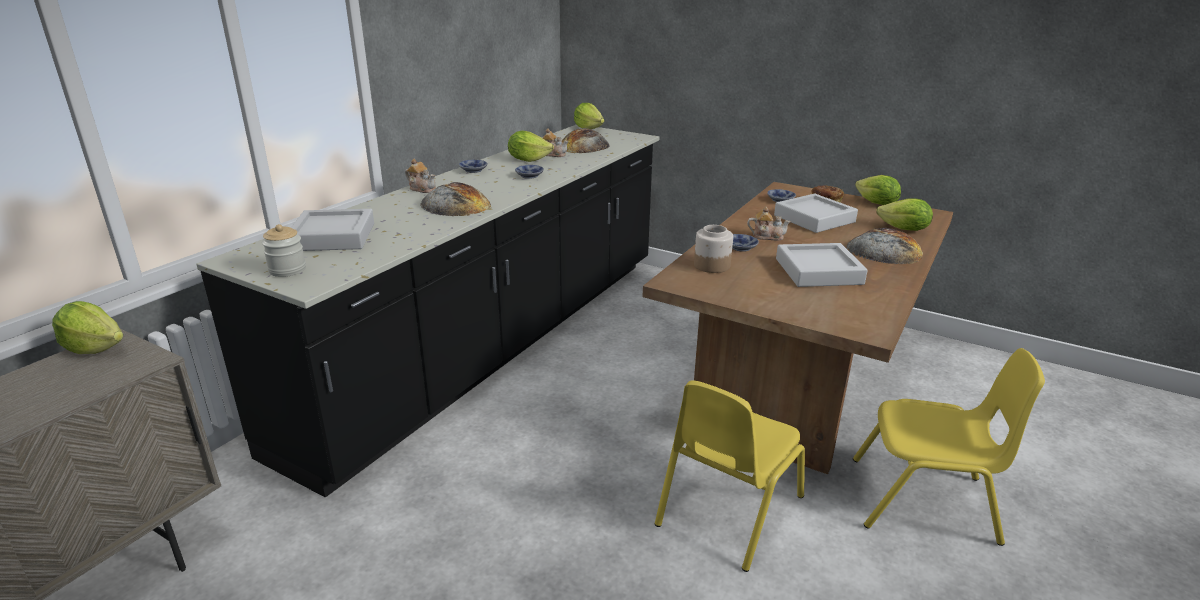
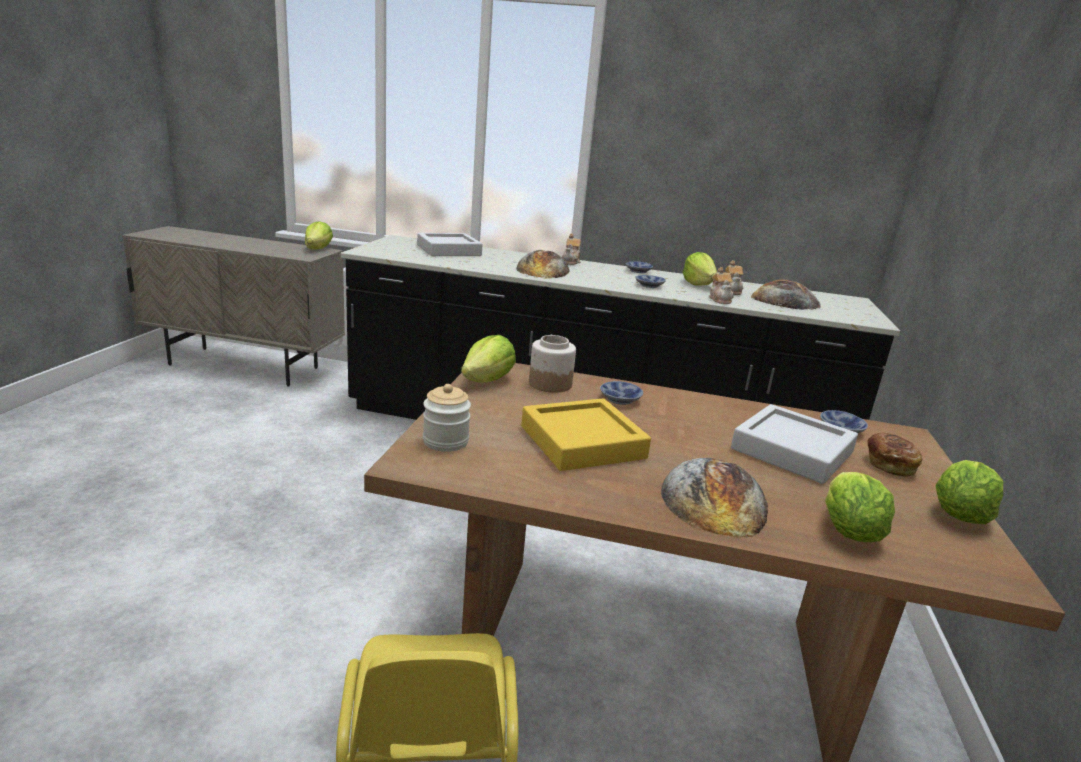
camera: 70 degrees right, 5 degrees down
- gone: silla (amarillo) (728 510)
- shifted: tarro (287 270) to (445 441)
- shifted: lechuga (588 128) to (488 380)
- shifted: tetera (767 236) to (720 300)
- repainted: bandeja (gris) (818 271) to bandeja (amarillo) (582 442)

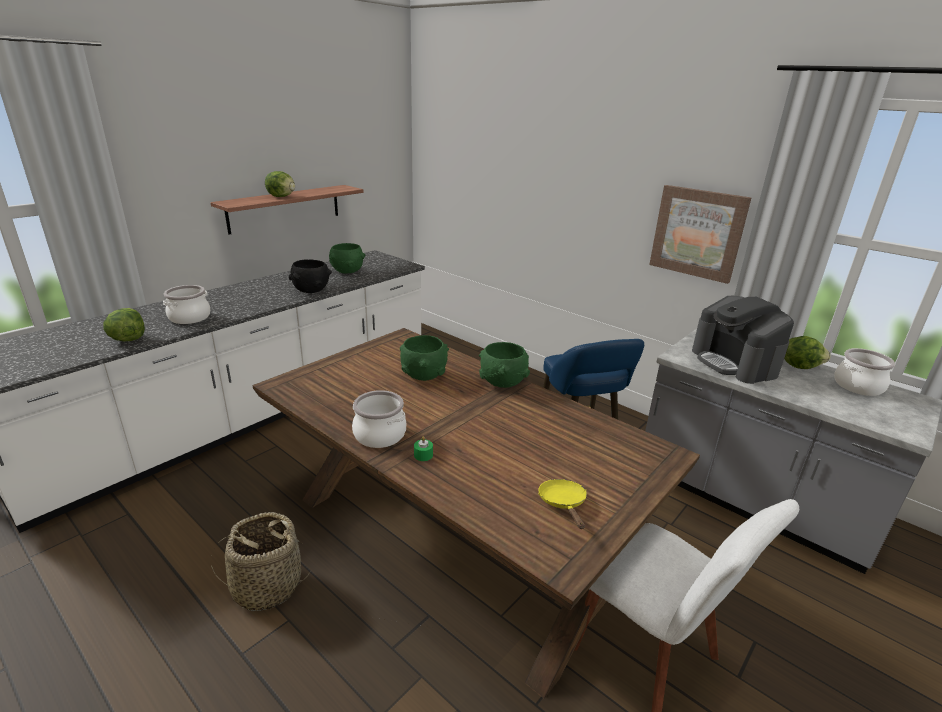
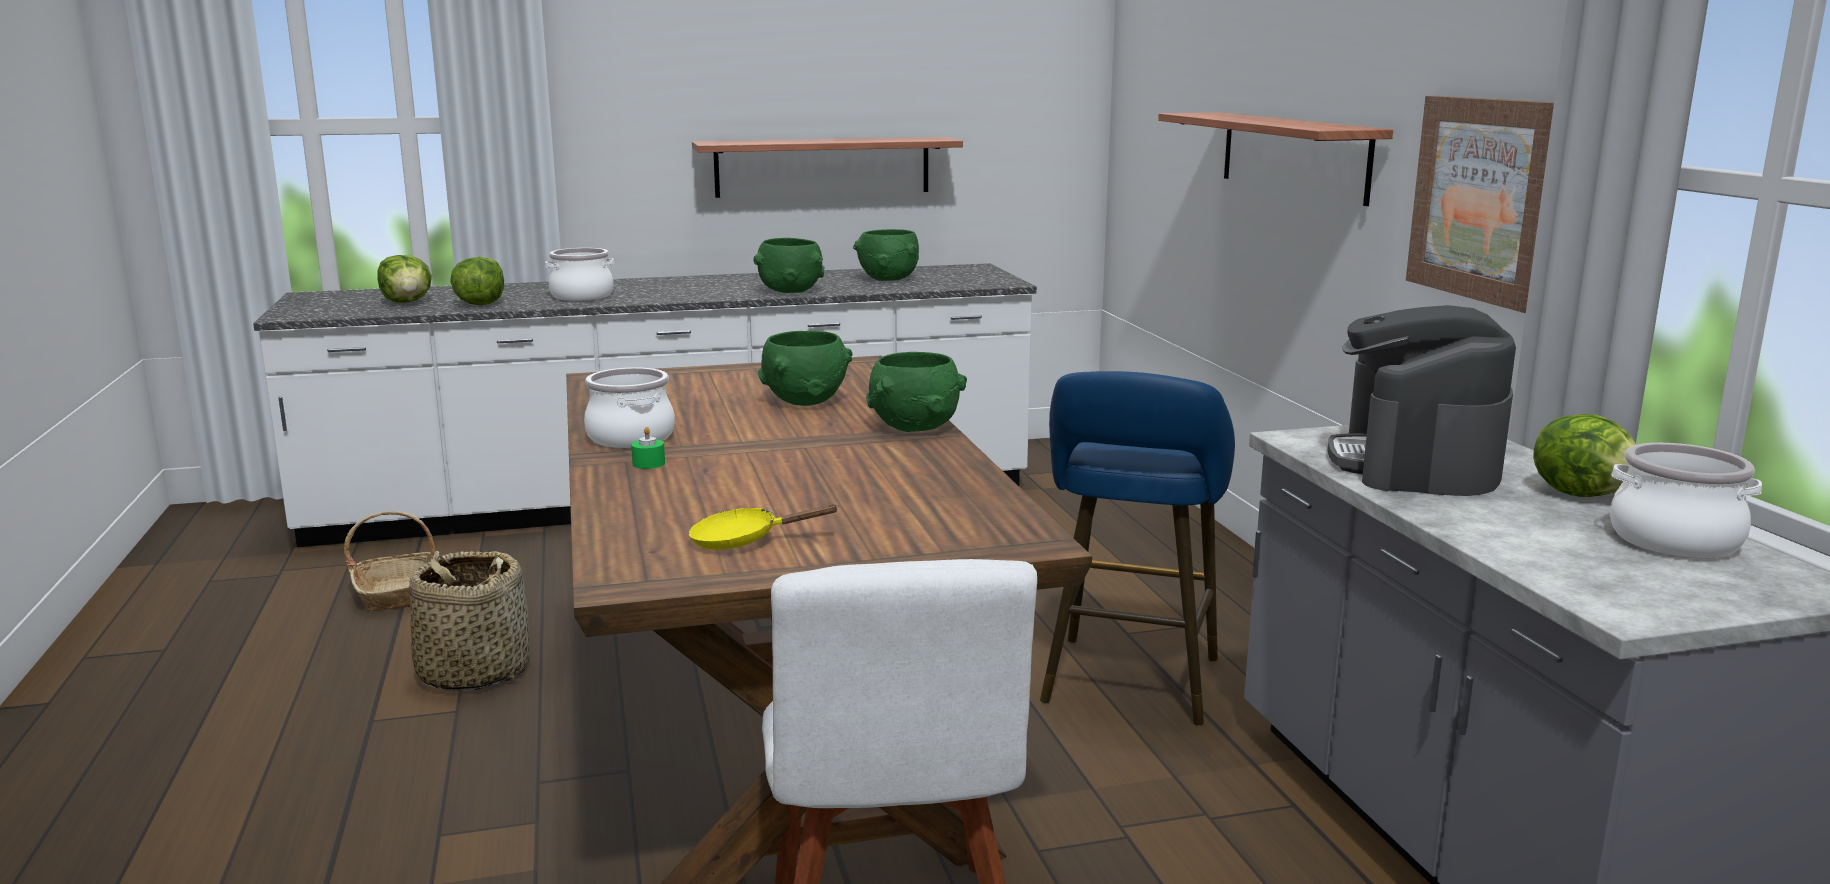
camera: 35 degrees right, 10 degrees down
- new: cesta (398 593)
- new: estante (1293 155)
- shifted: lechuga (282 196) to (407 302)
- repainted: cuenco (negro) (311 291) to cuenco (verde) (790 291)
- rotated: sartén (amarillo) (563 503) = (743 540) 120 degrees counterclockwise

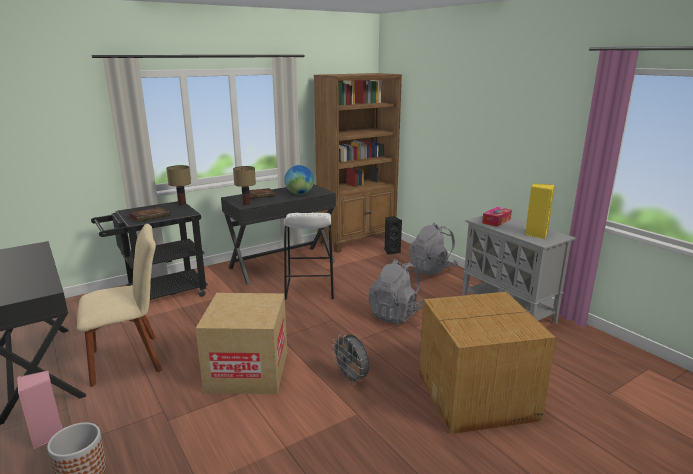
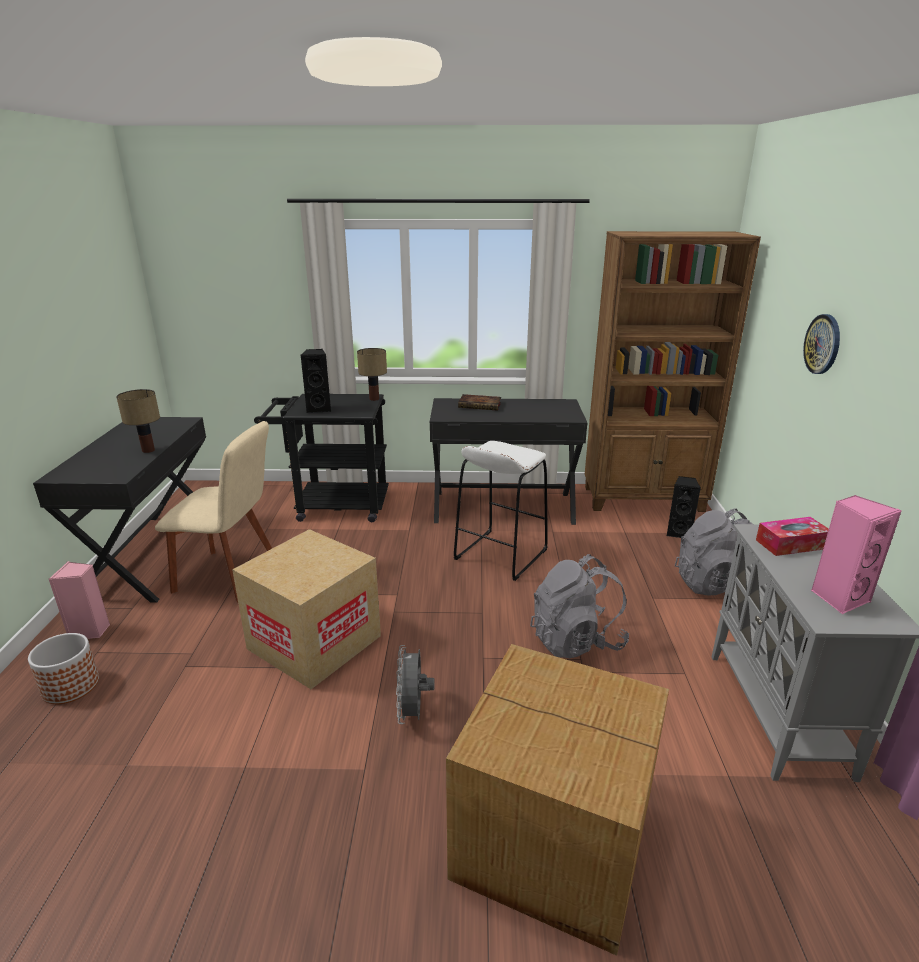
camera: 35 degrees right, 5 degrees up
- gone: globo terráqueo (299 194)
- new: reloj de pared (823 344)
- shifted: lámpara de mesa (246 203) to (149 450)
- swapped: libro (150 216) to altavoz (negro) (319 409)
- repainted: altavoz (amarillo) (536 234) to altavoz (rosa) (838 597)

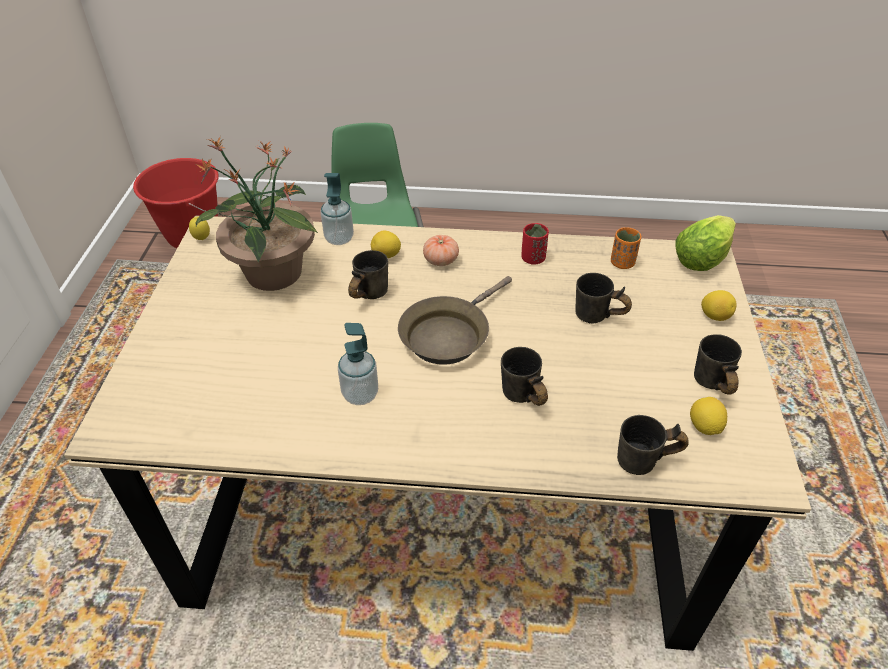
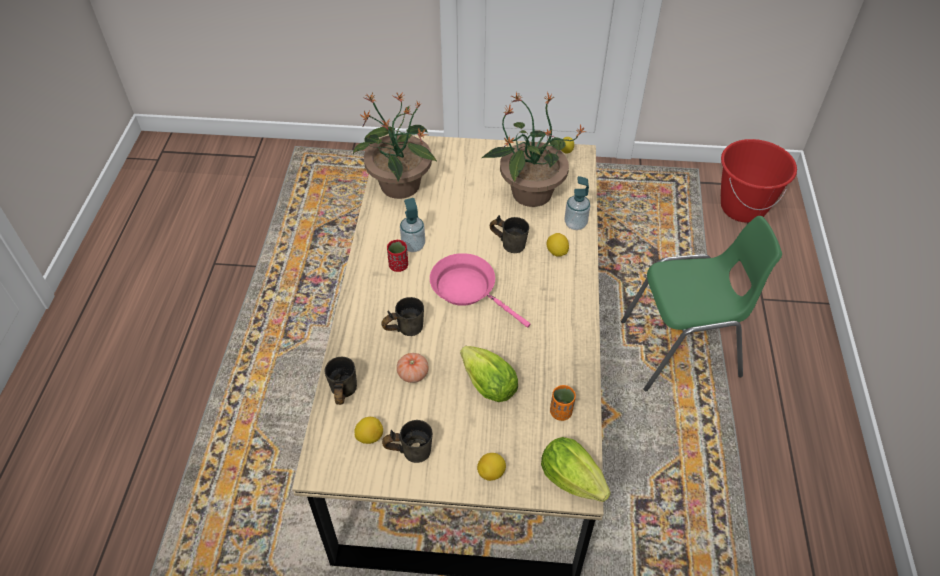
camera: 90 degrees right, 5 degrees up
- new: planta en maceta (400 186)
- shifted: tomate (441 260) to (413 374)
- shifted: taza (rojo) (533 258) to (398 266)
- swapped: taza grande (gris) (596 319) to lechuga (485 383)
- repainted: sartén (marrón) (448 335) to sartén (rosa) (468 289)

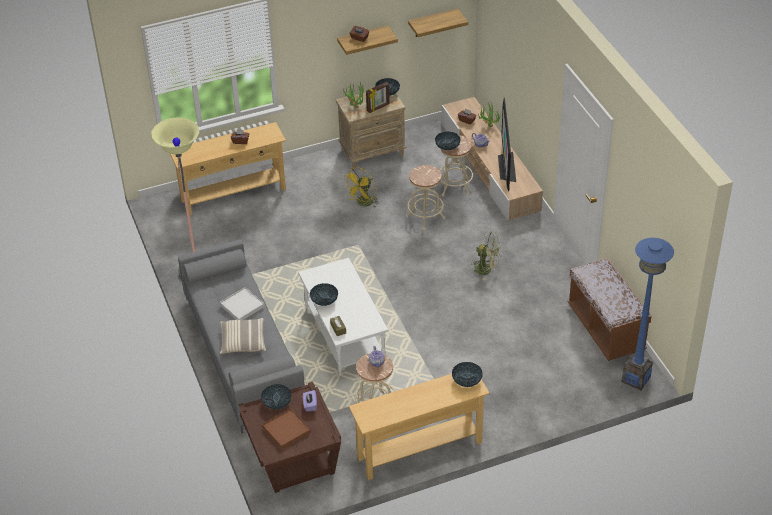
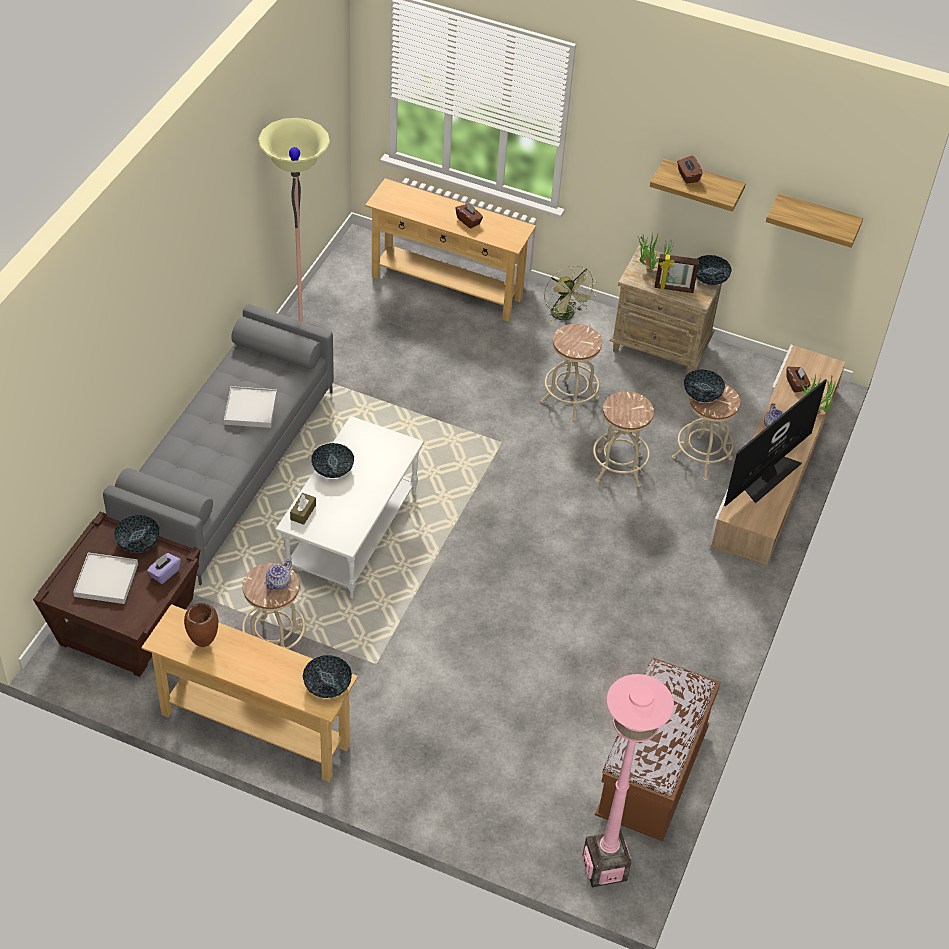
camera: 40 degrees right, 5 degrees up
- gone: cojín (243 342)
- new: florero (marrón) (203 644)
- shifted: ventilador (verde) (486 270) to (566 316)
- swapped: ventilador (amarillo) (363 204) to taburete (beis) (569 400)
- repainted: bandeja (marrón) (286 430) to bandeja (blanco) (106 580)
- repainted: lámpara de pie (azul) (636 379) to lámpara de pie (rosa) (604 868)

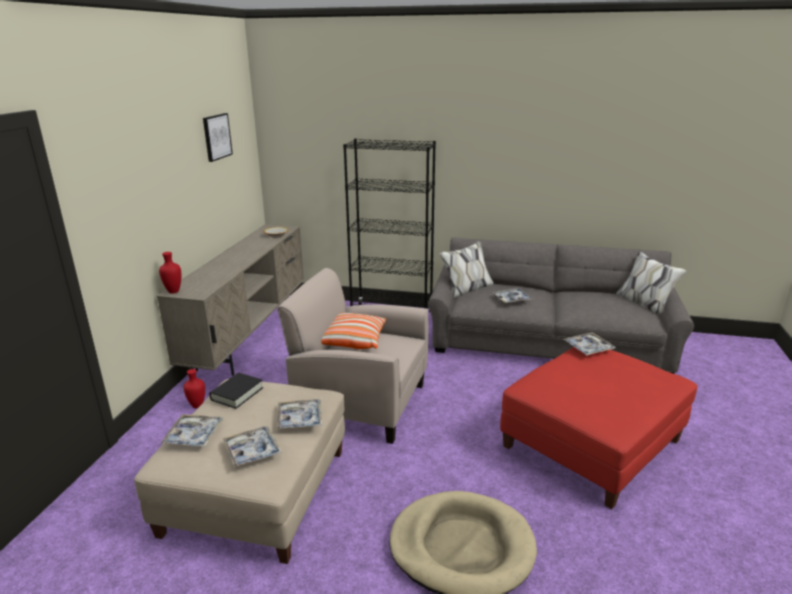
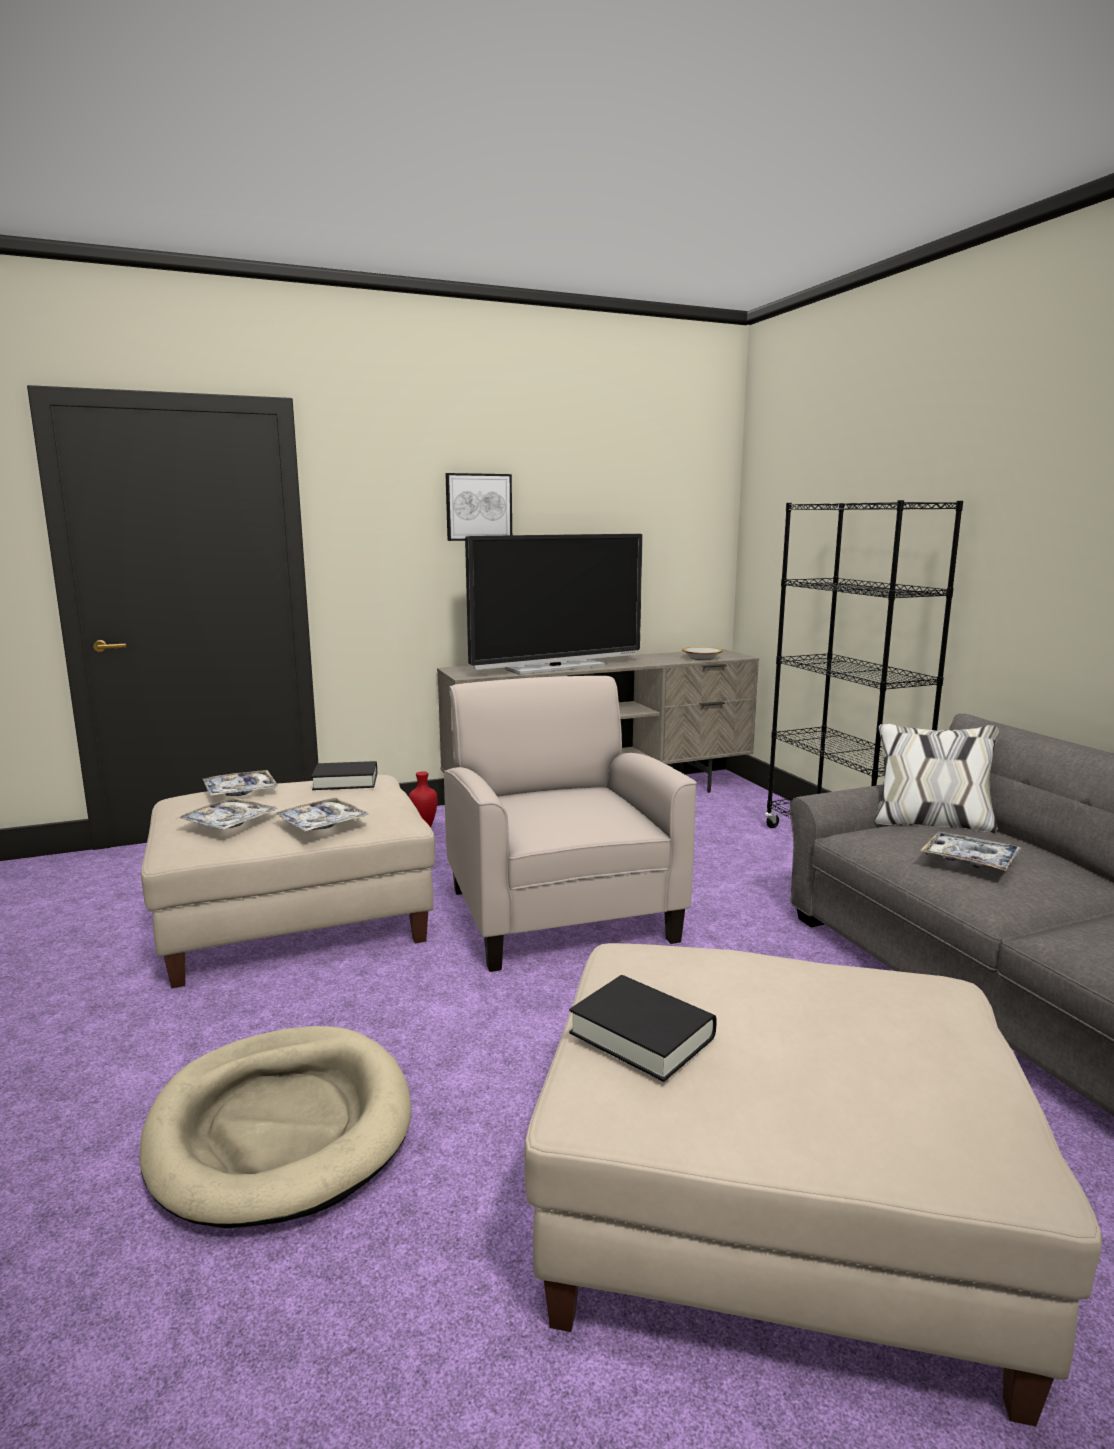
camera: 55 degrees right, 10 degrees down
- gone: florero (rojo) (173 292)
- gone: cojín (352 341)
- gone: bandeja (588 348)
- new: televisor (555 667)
- new: libro (negro) (642 1035)
- shifted: cuadro (216 137) to (478 507)
- repainted: puf (rojo) (591 443) to puf (beis) (773 1215)

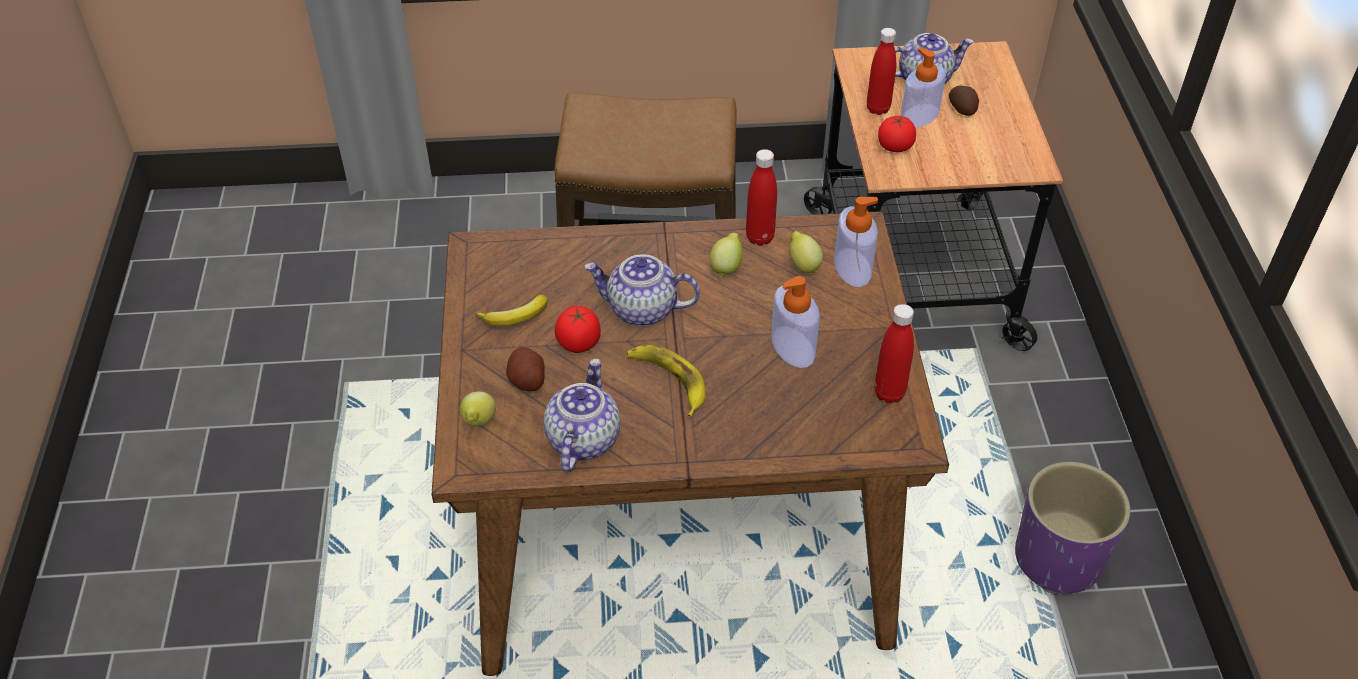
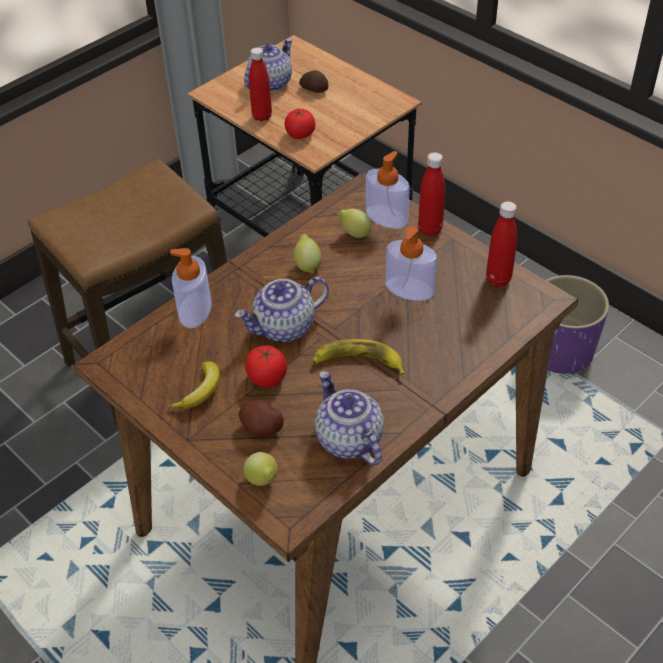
camera: 40 degrees left, 0 degrees up
- shifted: botella (rojo) (760 237) to (430 229)
- shifted: dispensador de jabón (919 116) to (195 310)

